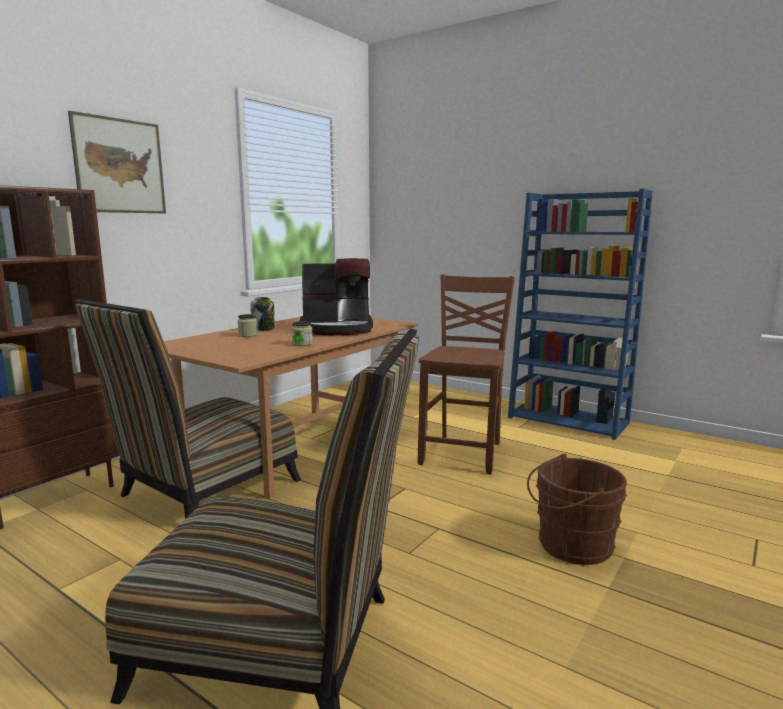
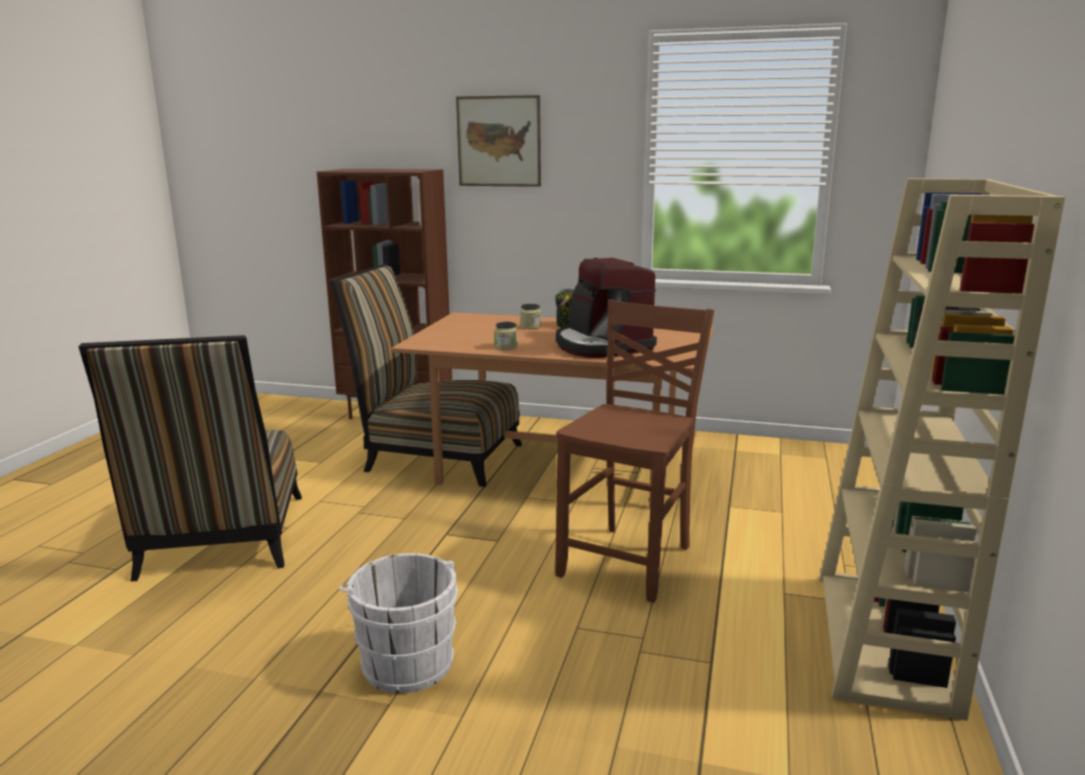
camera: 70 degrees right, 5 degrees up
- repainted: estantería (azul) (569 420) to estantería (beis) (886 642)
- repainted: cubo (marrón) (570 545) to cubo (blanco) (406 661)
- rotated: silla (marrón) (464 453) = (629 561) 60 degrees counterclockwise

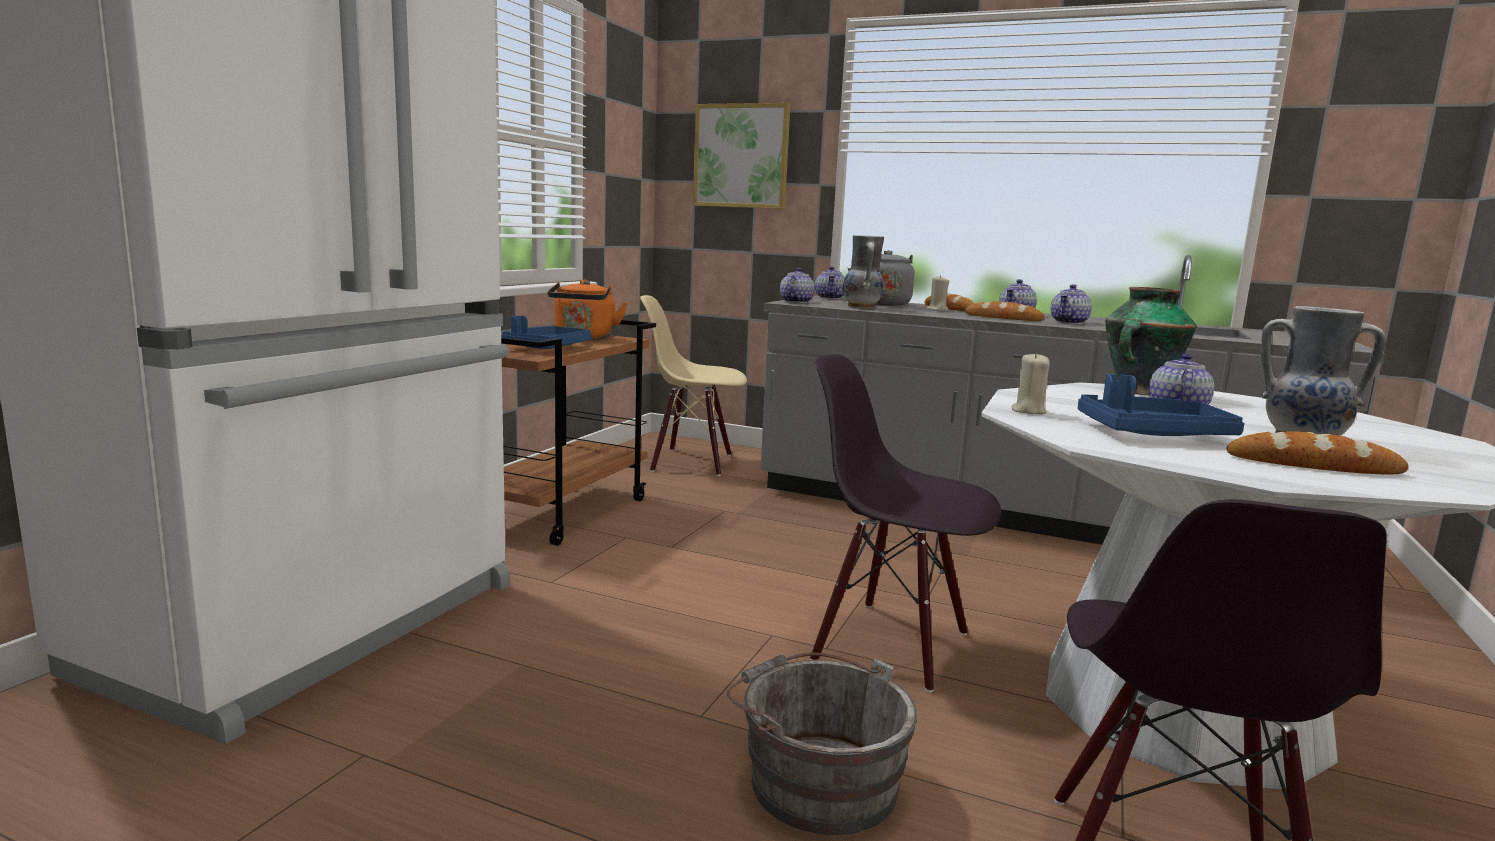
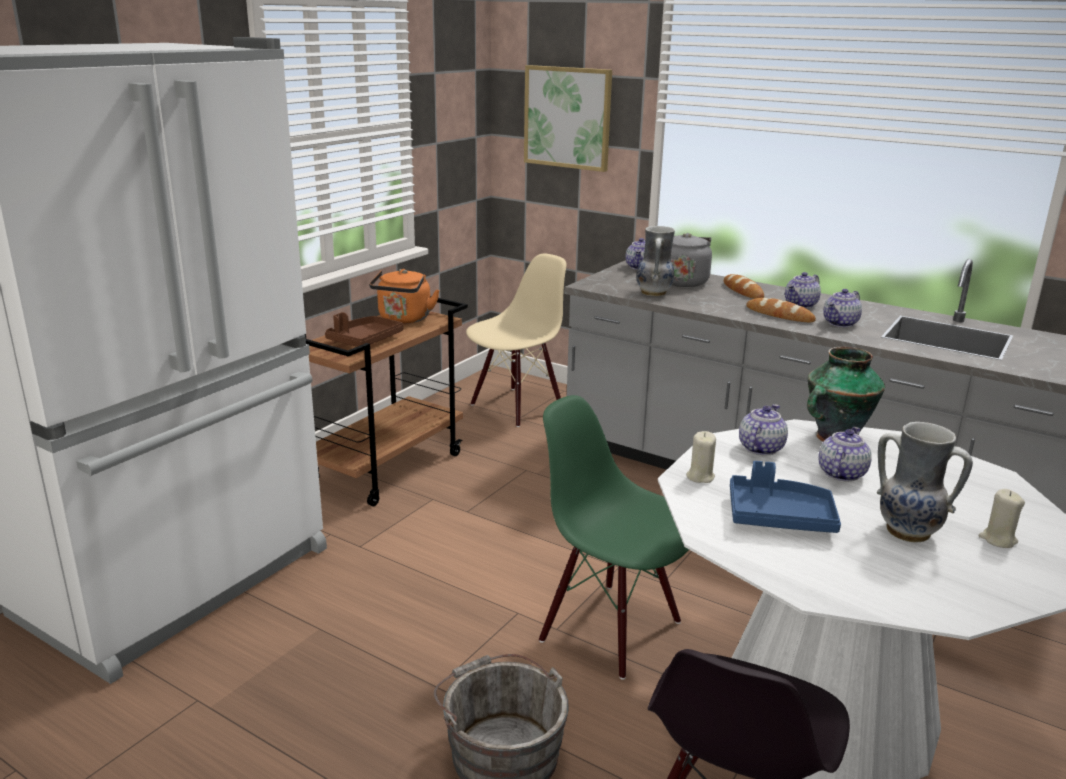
camera: 10 degrees right, 10 degrees up
- gone: pan (1313 465)
- shifted: tetera (795 302) to (760 448)
- shifted: vela (beis) (937 310) to (997 539)
- repainted: bandeja (azul) (547 348) to bandeja (marrón) (364 340)
- repainted: silla (negro) (892 645) to silla (verde) (611 629)
- rotated: silla (beis) (692 462) = (516 407) 120 degrees clockwise

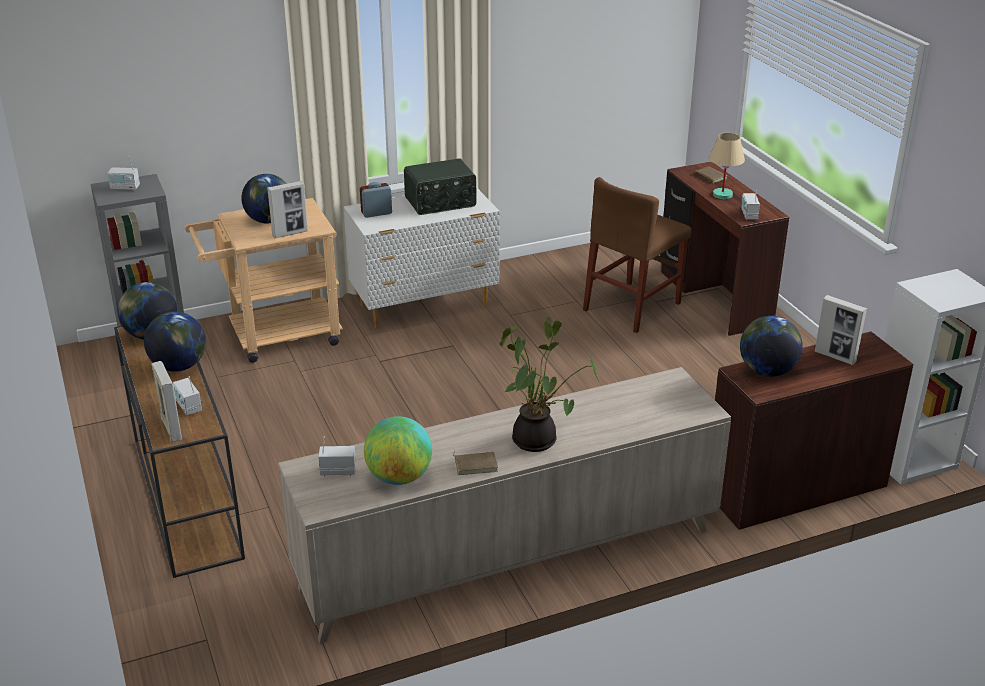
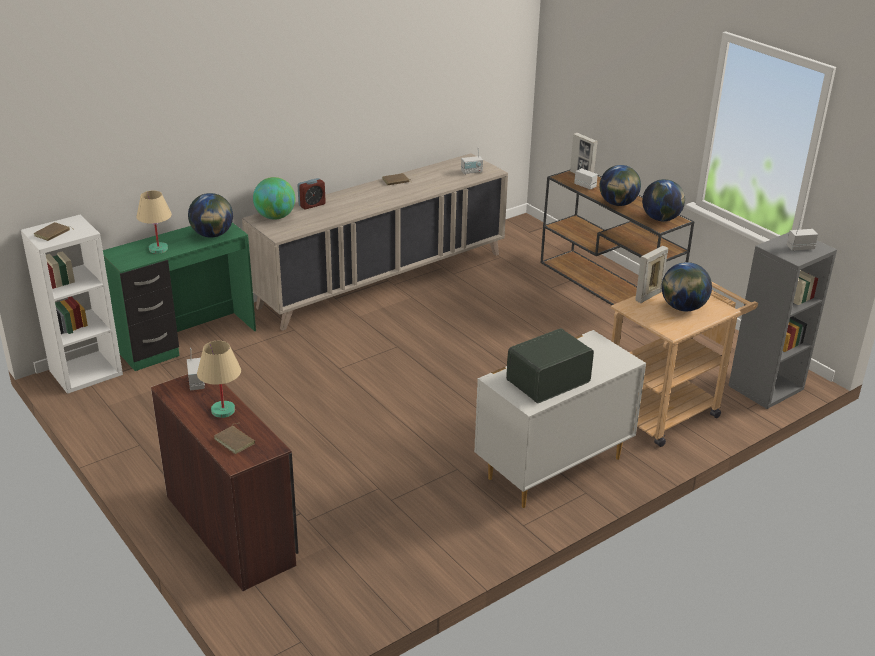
camera: 165 degrees right, 0 degrees up
- gone: planta en maceta (538 440)
- gone: silla (marrón) (632 306)
- new: libro (marrón) (53 234)
- shifted: despertador (376 213) to (312 205)
- shifted: globo terráqueo (399 477) to (275 217)
- swapped: portarretratos (835 357) to lámpara de mesa (beis) (158 249)
- repainted: escritorio (marrón) (794 488) to escritorio (verde) (187 341)

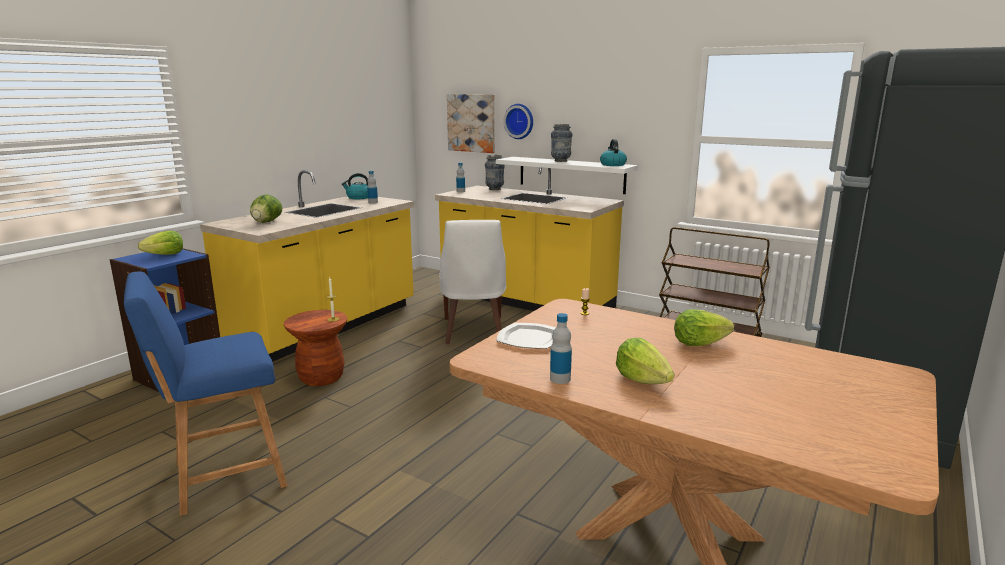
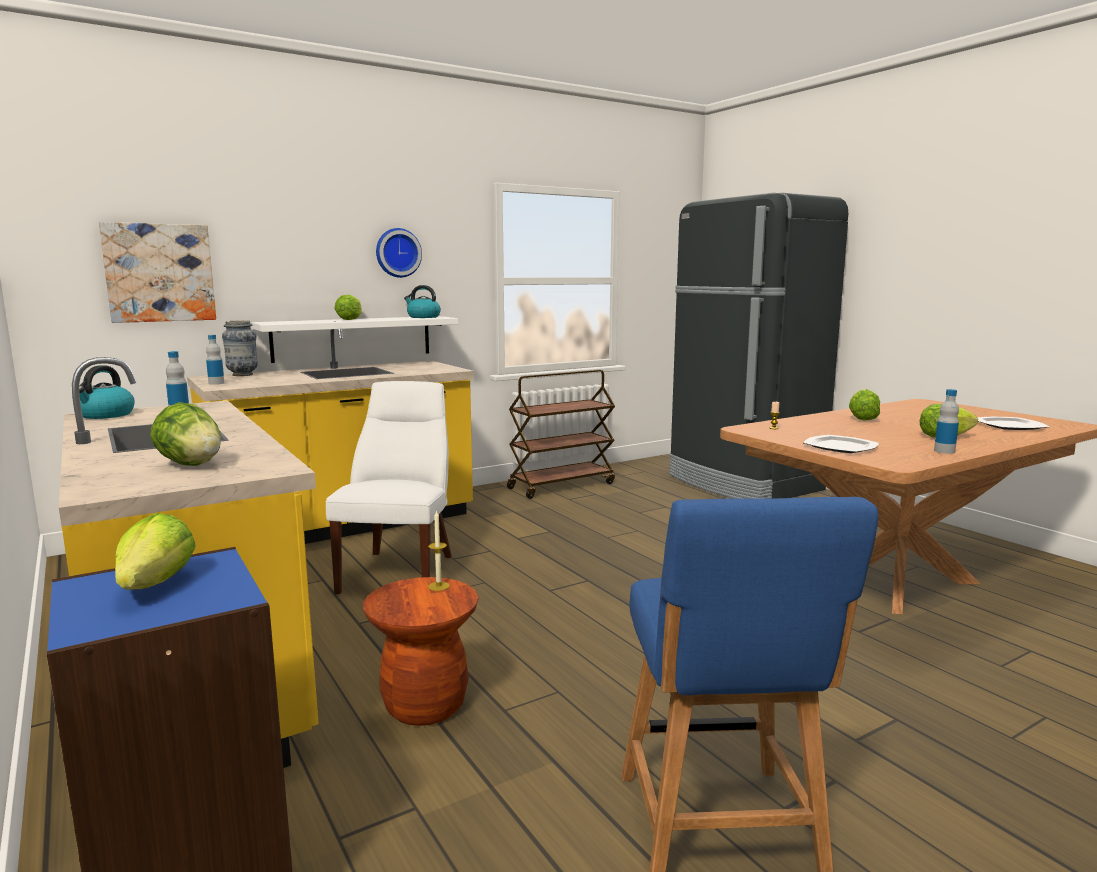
camera: 65 degrees left, 5 degrees down
- new: plato (1009 425)
- shifted: reloj de pared (520 121) to (397 253)
- swapped: florero (560 161) to lechuga (350 319)
- rotated: silla (blanco) (473 332) = (400 571) 105 degrees counterclockwise

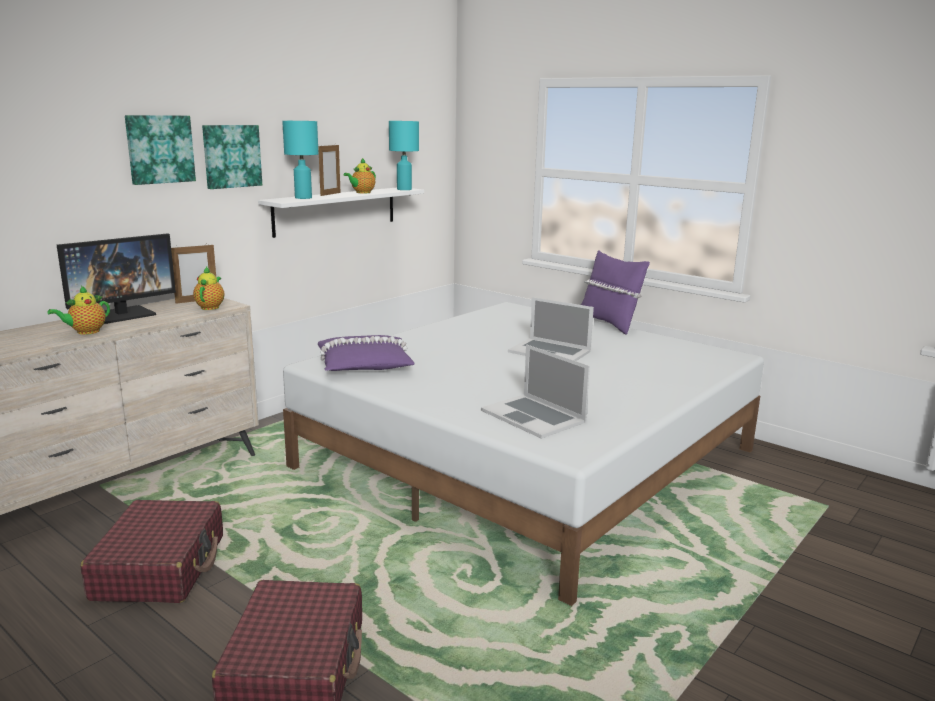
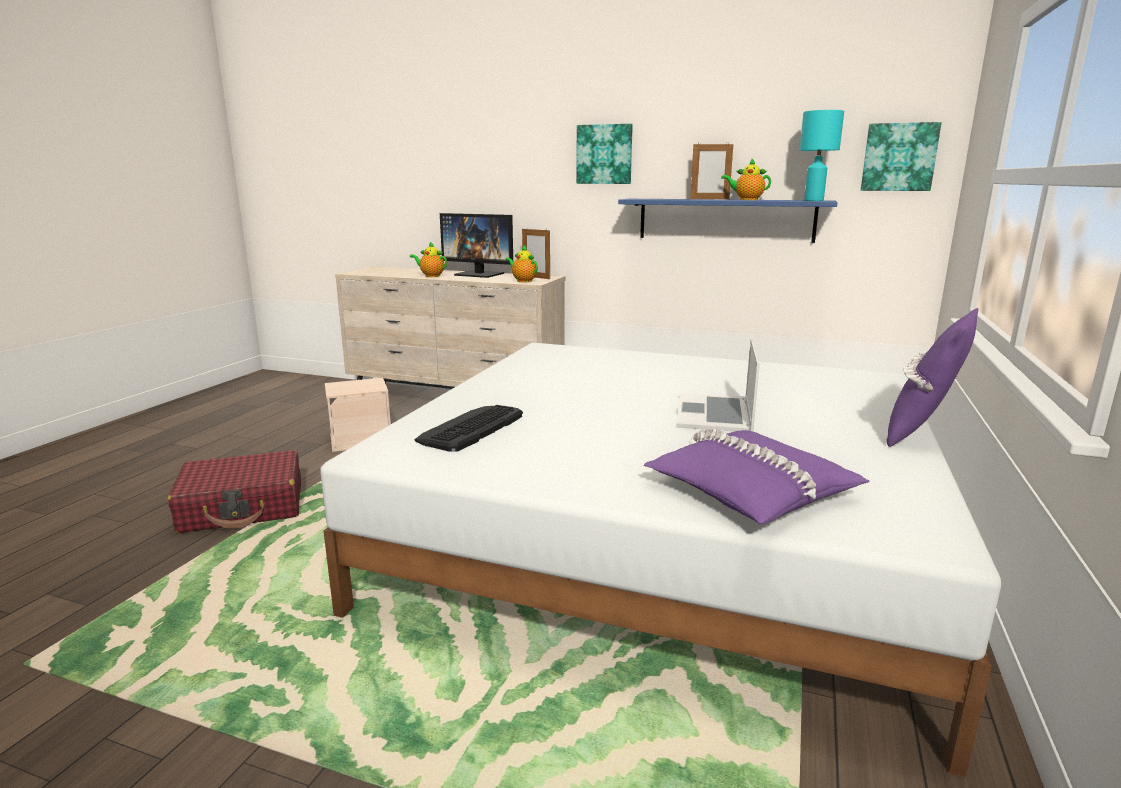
camera: 70 degrees right, 0 degrees up
- gone: lámpara de mesa (turquesa) (303 198)
- shifted: cuadro (159 149) to (899 157)
- shifted: cojín (morado) (365 364) to (749 491)
- swapped: maleta (rojo) (160 567) to caja de almacenaje (beis) (361 439)
- swapped: portátil (533 416) to teclado (471 428)
- repainted: estante (blanco) (336 211) to estante (azul) (725 220)
- rotated: tetera (211 307) = (523 281) 120 degrees counterclockwise

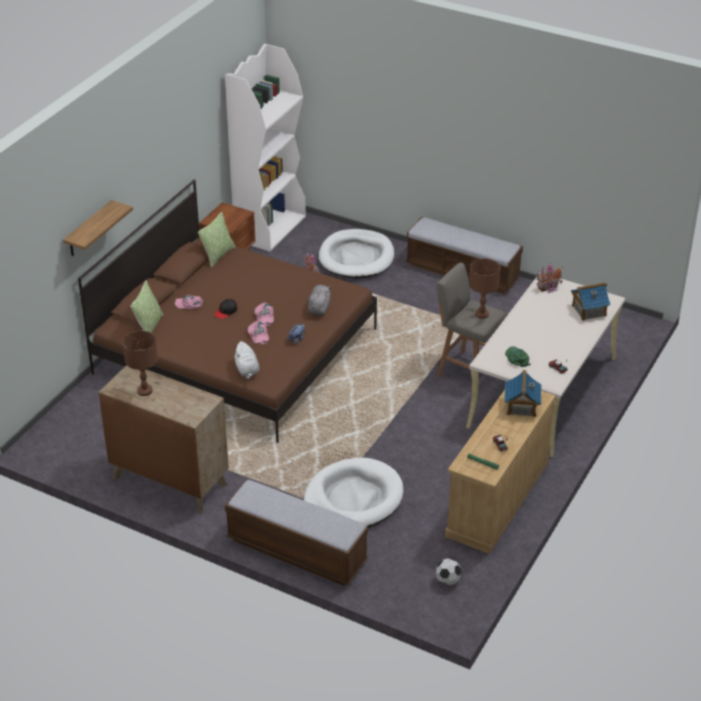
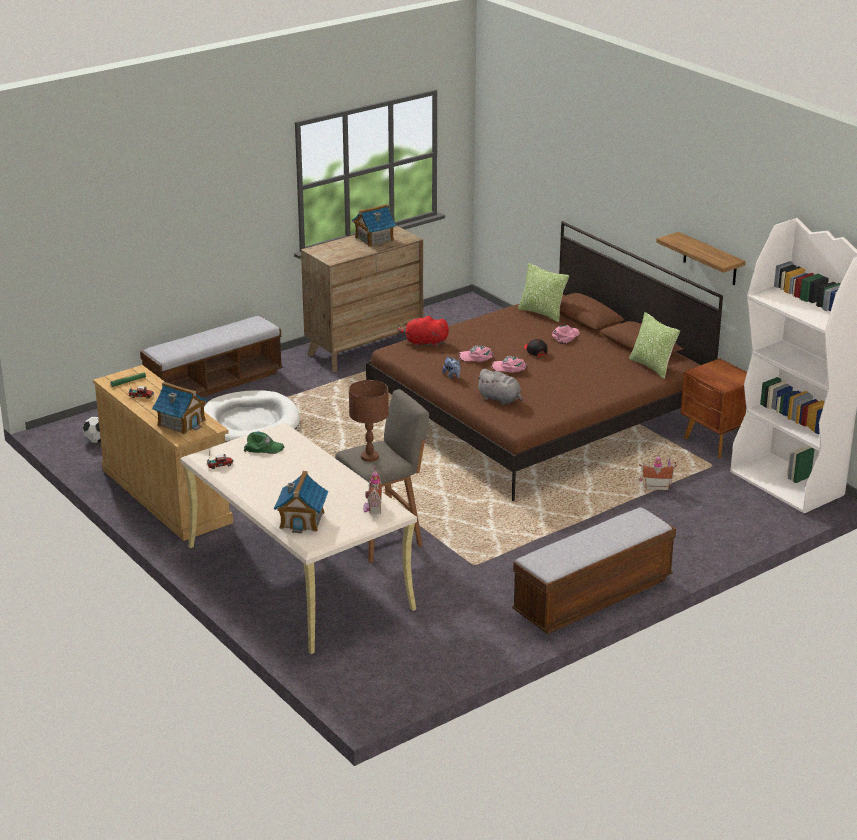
camera: 115 degrees right, 10 degrees down
- gone: cama para perro (blanco) (356 257)
- shifted: estante (89 230) to (710 259)
- swapped: lámpara de mesa (marrón) (144 391) to casita (374 239)
- repainted: peluche (blanco) (247 370) to peluche (rojo) (424 343)

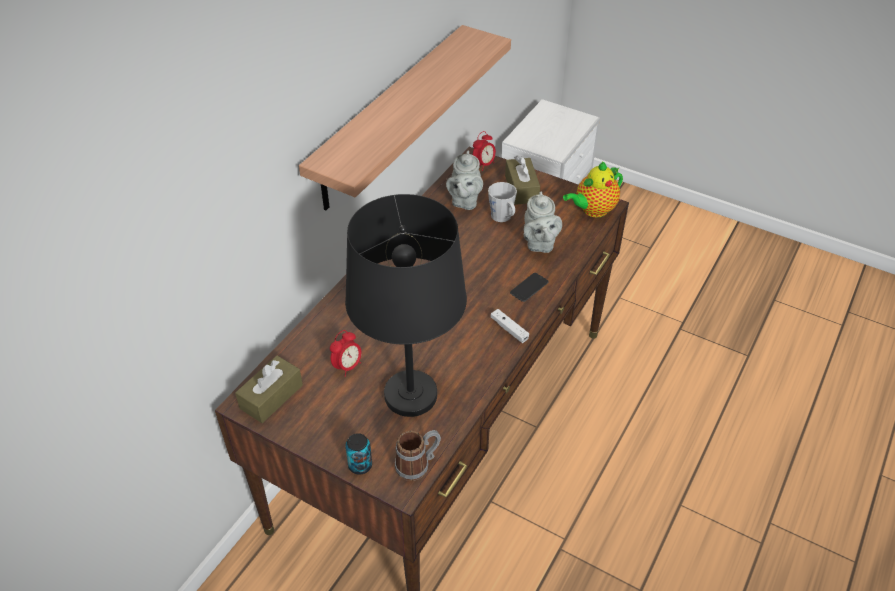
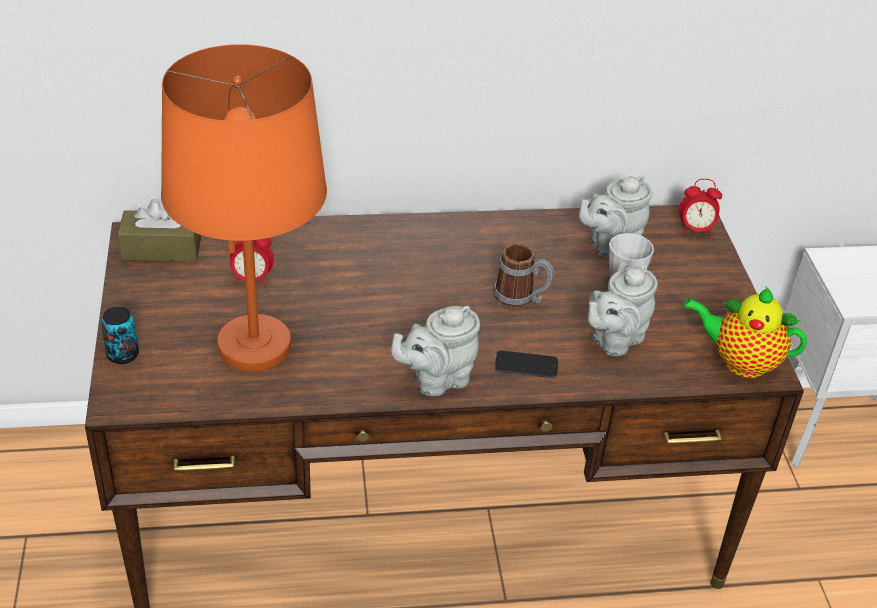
camera: 50 degrees right, 5 degrees down
- gone: estante (390 117)
- gone: caja de pañuelos (marrón) (521 189)
- shifted: taza grande (418 464) to (521 298)
- swapped: mando de consola (blanco) (509 329) to tetera (gris) (436 379)
- repainted: lámpara de mesa (negro) (410 395) to lámpara de mesa (naranja) (253 346)

